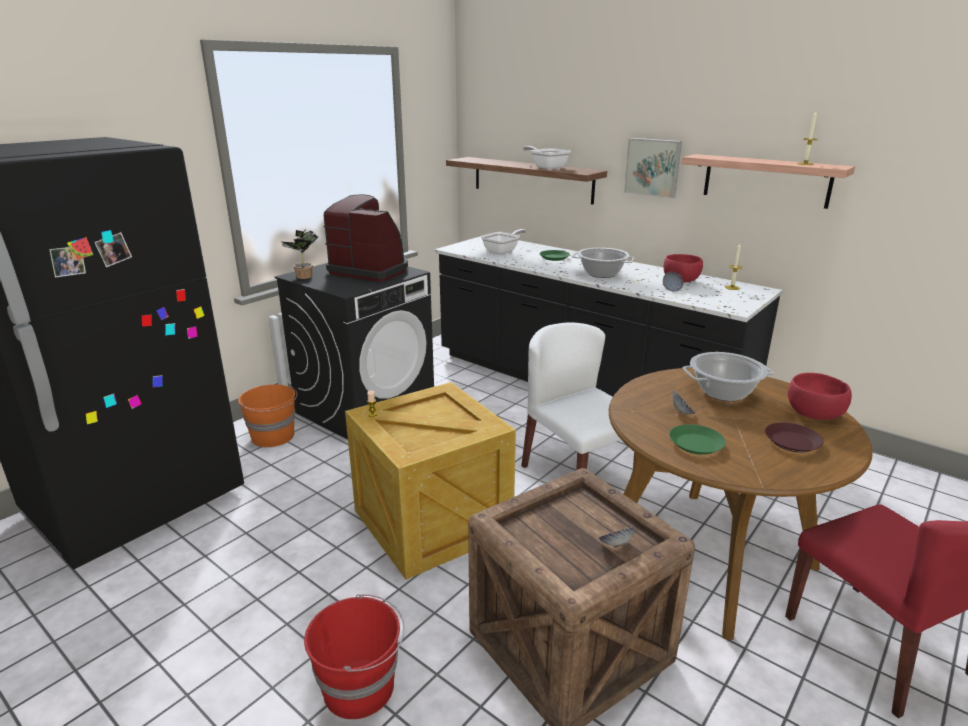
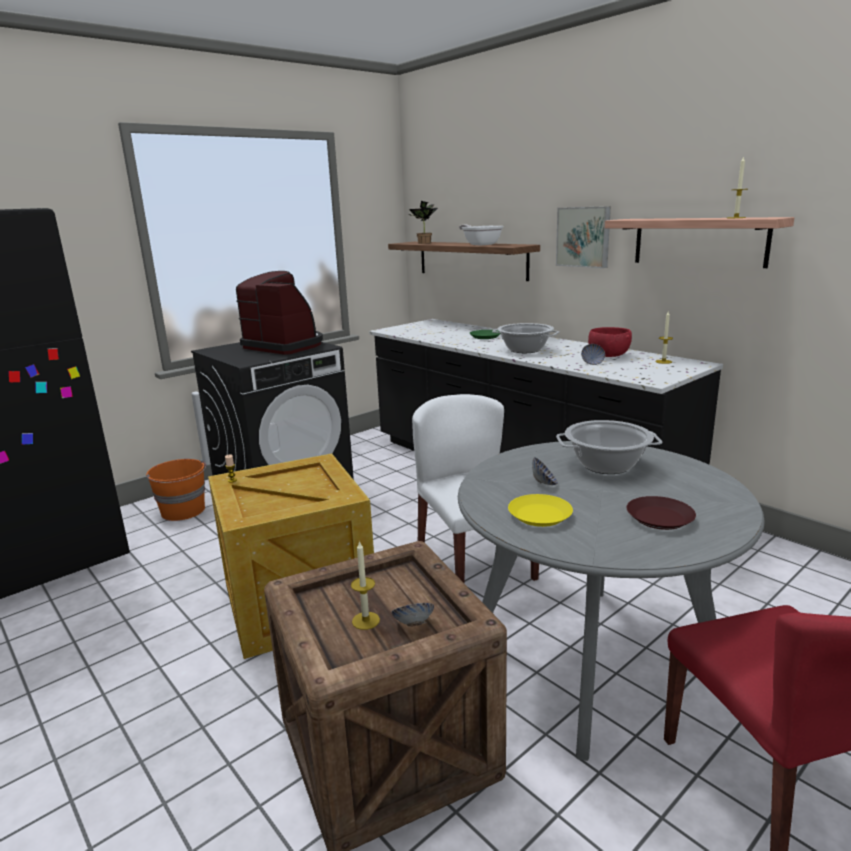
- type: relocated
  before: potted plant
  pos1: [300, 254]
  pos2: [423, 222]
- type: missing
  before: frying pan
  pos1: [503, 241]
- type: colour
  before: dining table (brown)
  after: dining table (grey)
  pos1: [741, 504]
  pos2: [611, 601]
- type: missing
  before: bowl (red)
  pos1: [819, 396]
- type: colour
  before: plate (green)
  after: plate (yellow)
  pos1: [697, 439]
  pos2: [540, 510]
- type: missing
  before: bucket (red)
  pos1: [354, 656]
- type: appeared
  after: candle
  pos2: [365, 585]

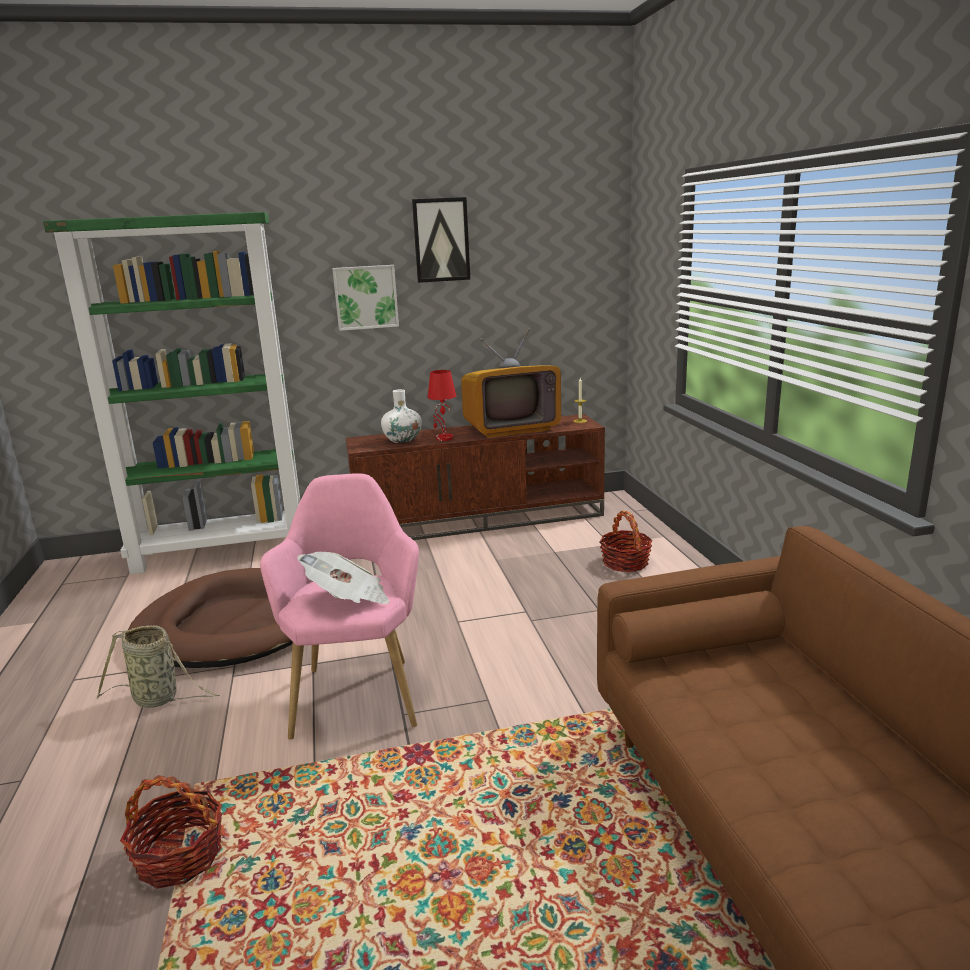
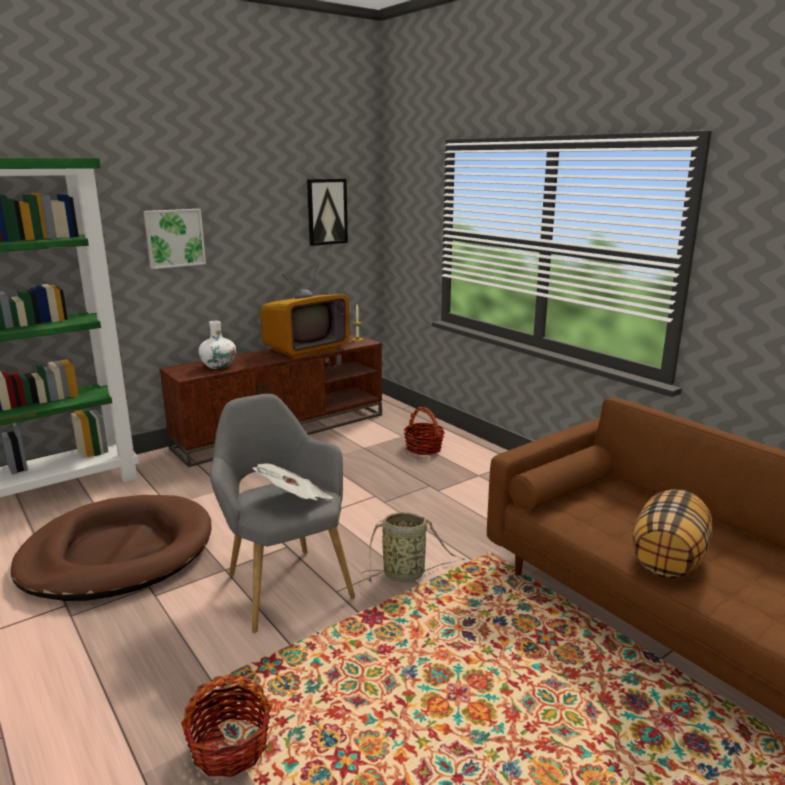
- type: relocated
  before: picture
  pos1: [441, 240]
  pos2: [327, 212]
- type: missing
  before: table lamp (red)
  pos1: [441, 405]
- type: colour
  before: armchair (pink)
  after: armchair (grey)
  pos1: [339, 606]
  pos2: [282, 513]
- type: relocated
  before: basket
  pos1: [158, 666]
  pos2: [413, 547]
- type: appeared
  after: pillow
  pos2: [672, 533]

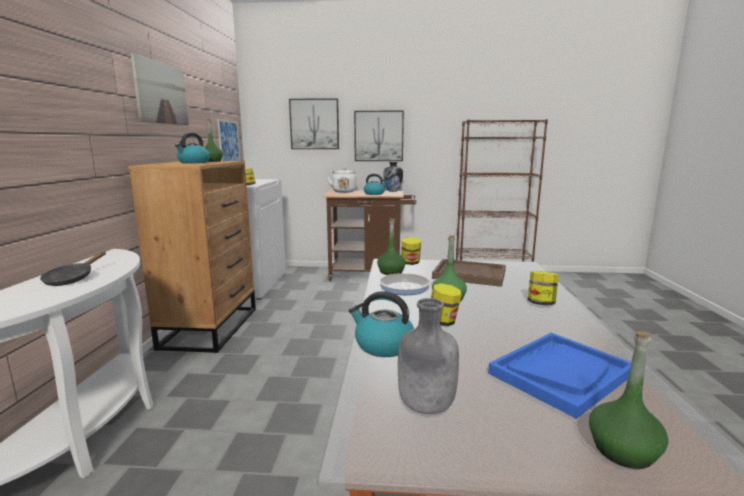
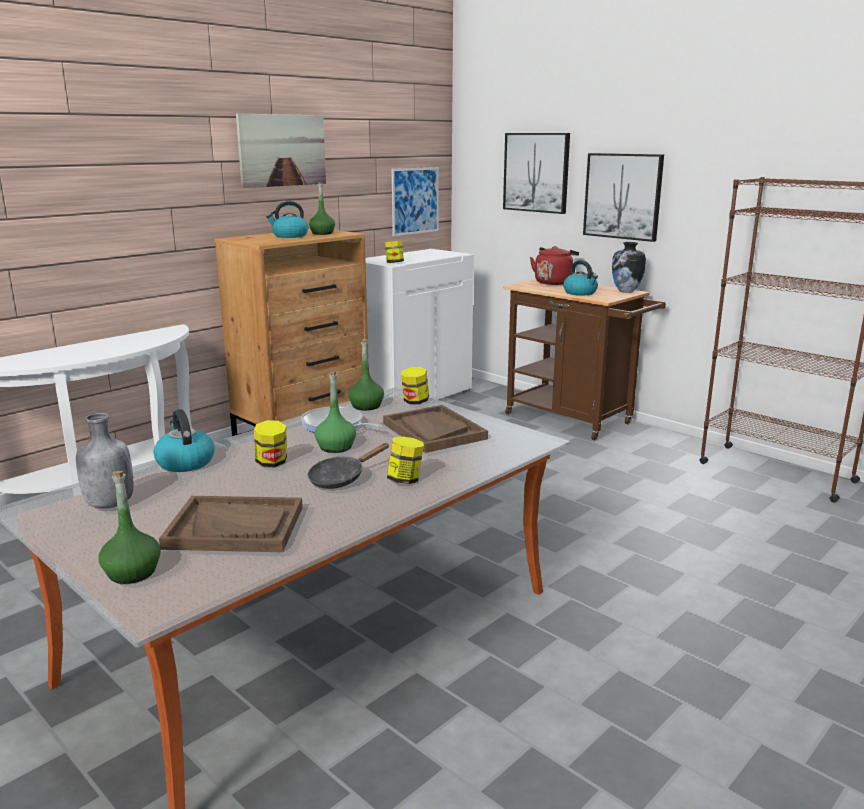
- type: colour
  before: kettle (white)
  after: kettle (red)
  pos1: [341, 180]
  pos2: [554, 265]
- type: relocated
  before: frying pan (black)
  pos1: [73, 268]
  pos2: [348, 466]
- type: colour
  before: tray (blue)
  after: tray (brown)
  pos1: [559, 376]
  pos2: [231, 524]

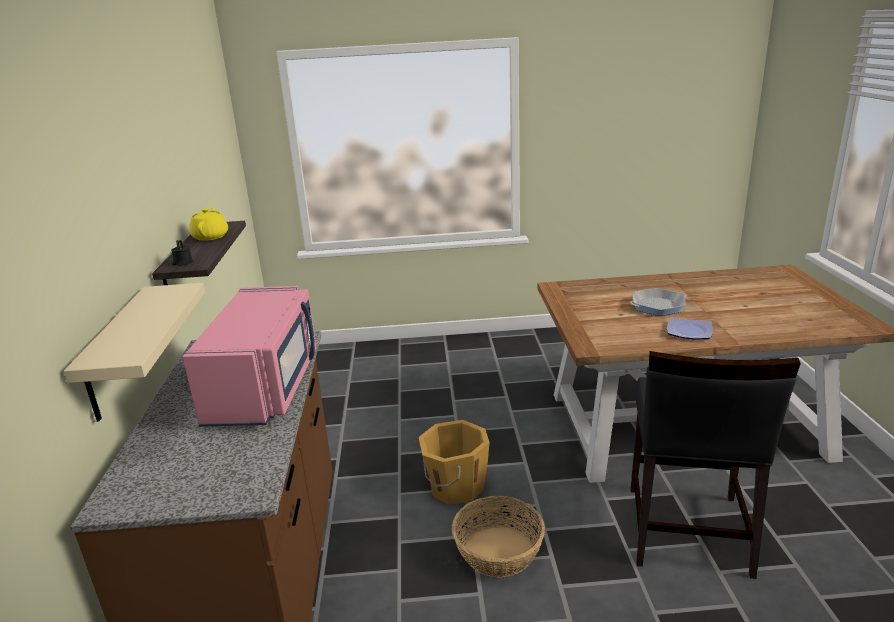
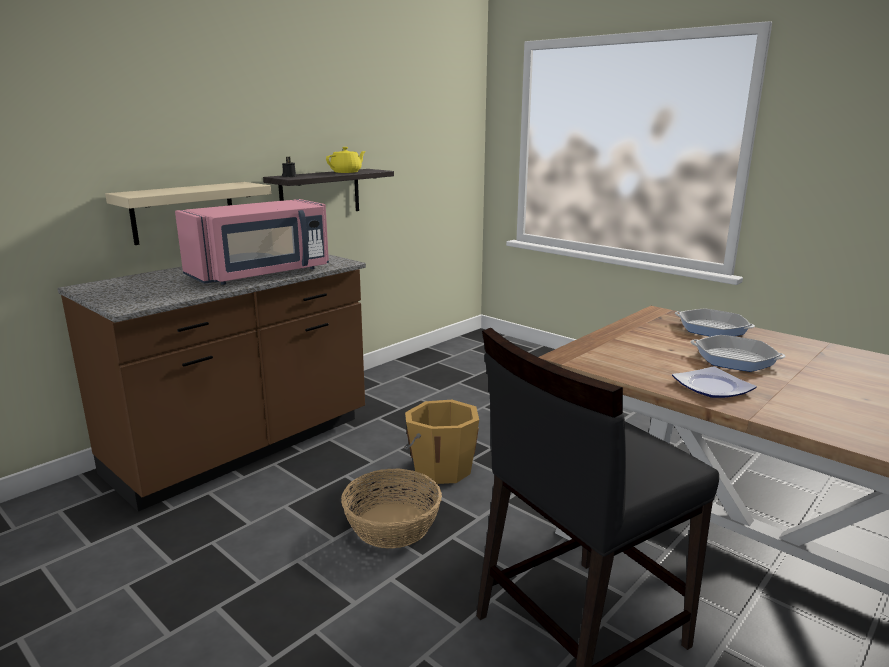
- type: appeared
  after: frying pan
  pos2: [715, 322]

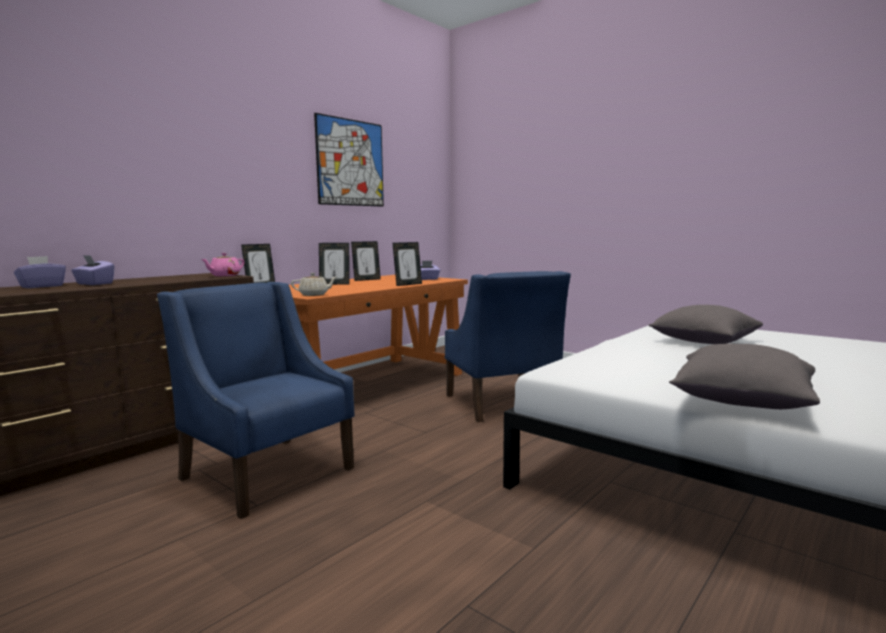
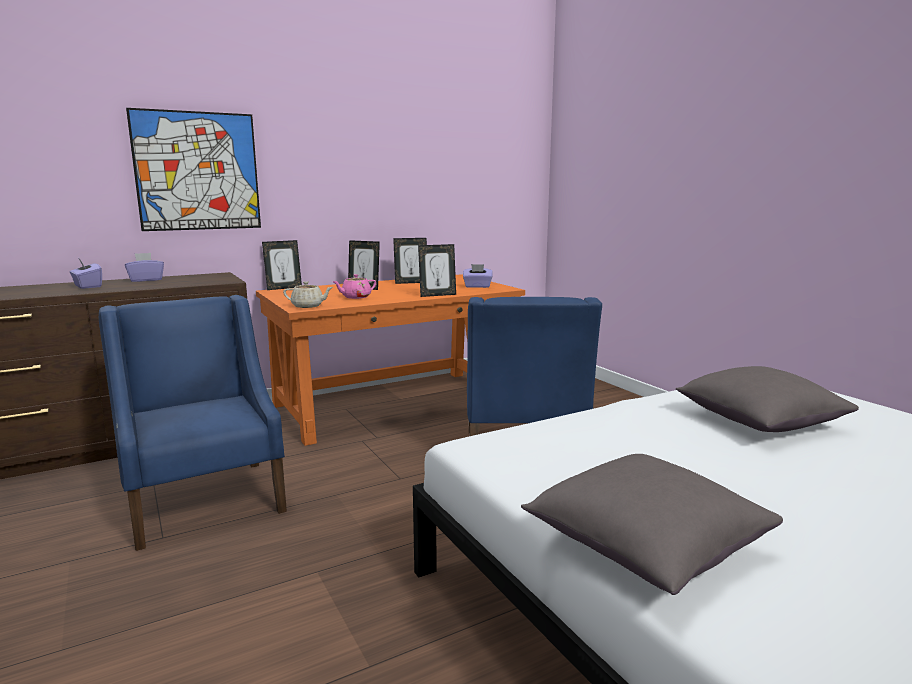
- type: relocated
  before: picture
  pos1: [349, 160]
  pos2: [193, 169]
- type: relocated
  before: teapot (pink)
  pos1: [223, 264]
  pos2: [354, 286]
- type: relocated
  before: tissue box (purple)
  pos1: [40, 272]
  pos2: [144, 267]

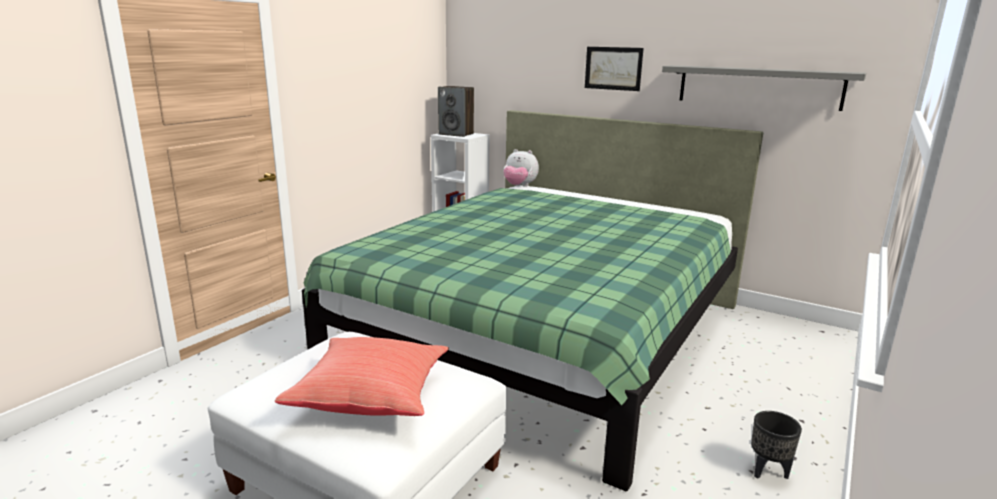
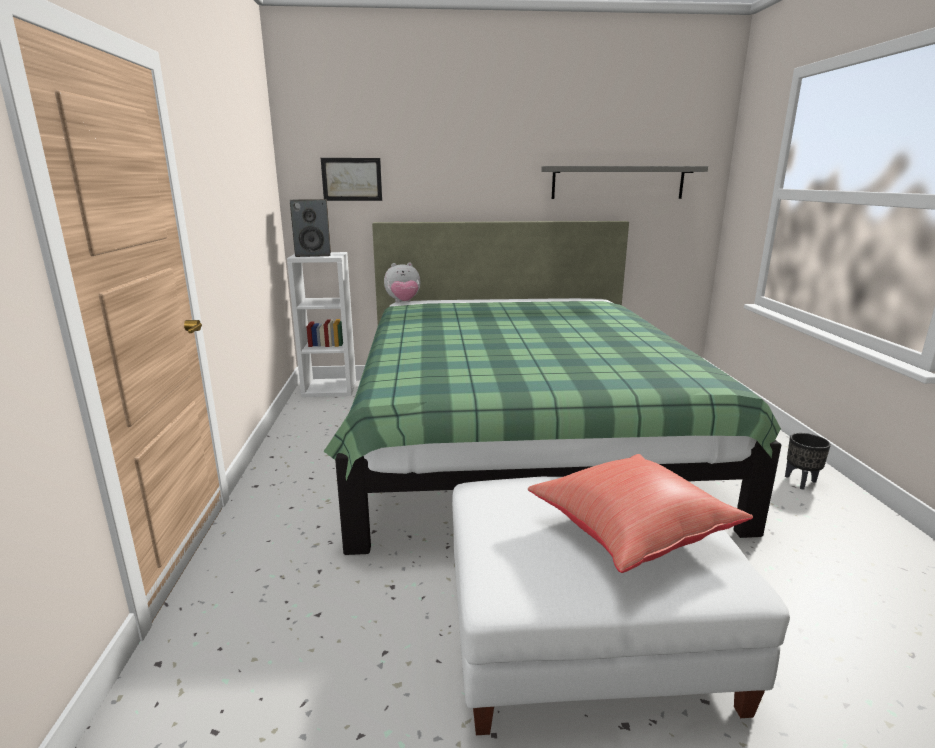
- type: relocated
  before: picture
  pos1: [614, 69]
  pos2: [351, 179]

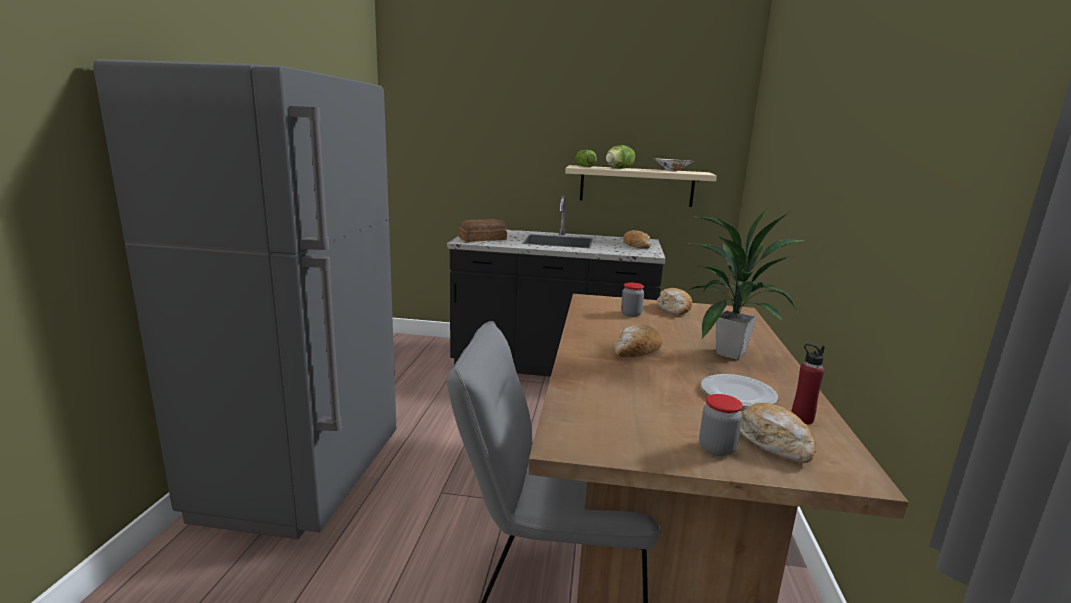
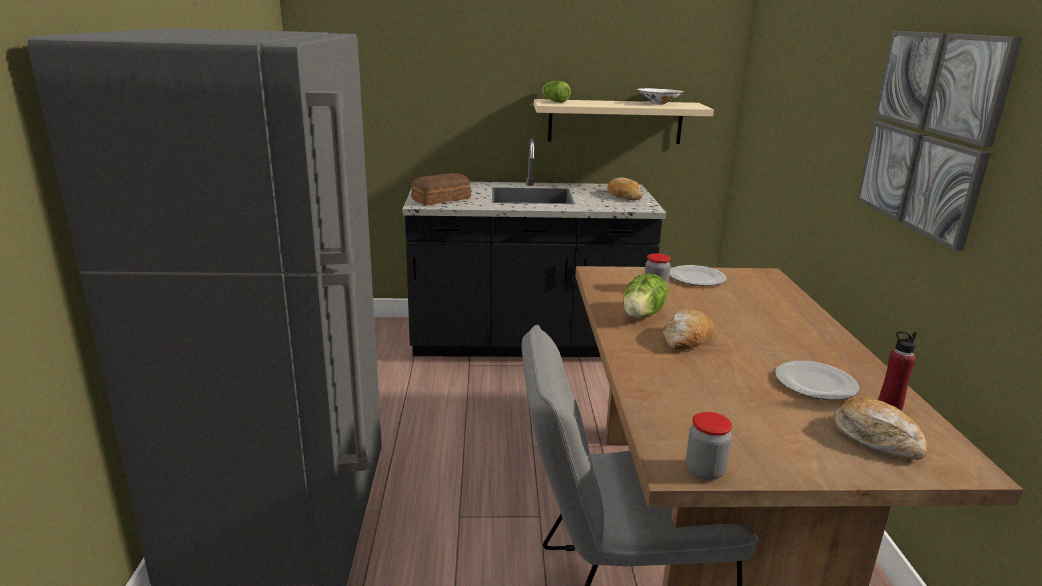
- type: relocated
  before: lettuce
  pos1: [620, 157]
  pos2: [645, 296]
- type: missing
  before: potted plant
  pos1: [746, 283]
- type: exchanged
  before: bread
  after: plate
  pos1: [674, 301]
  pos2: [698, 275]
- type: relocated
  before: jar
  pos1: [721, 425]
  pos2: [709, 446]
- type: appeared
  after: picture
  pos2: [940, 141]

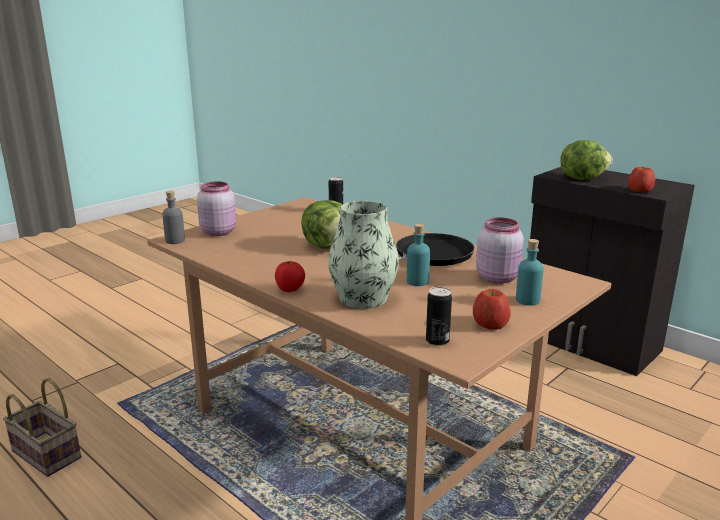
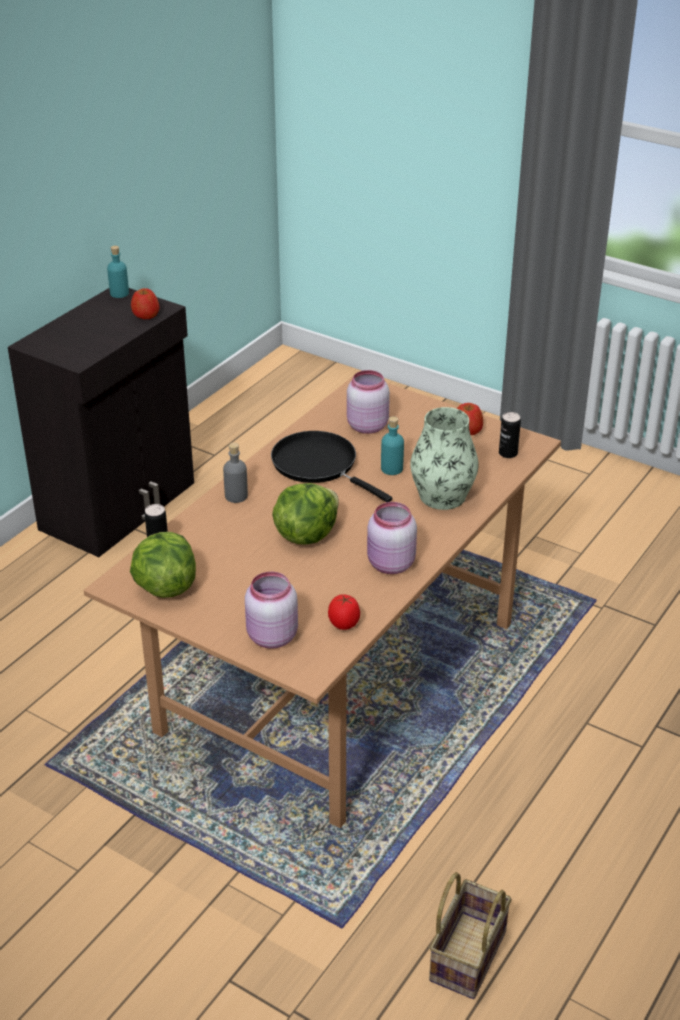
- type: relocated
  before: lettuce
  pos1: [586, 160]
  pos2: [163, 565]
- type: relocated
  before: bottle (grey)
  pos1: [173, 217]
  pos2: [235, 473]
- type: relocated
  before: bottle (turquoise)
  pos1: [530, 272]
  pos2: [118, 272]
- type: relocated
  before: tomato
  pos1: [290, 276]
  pos2: [344, 612]
- type: appeared
  after: jar (pink)
  pos2: [392, 538]

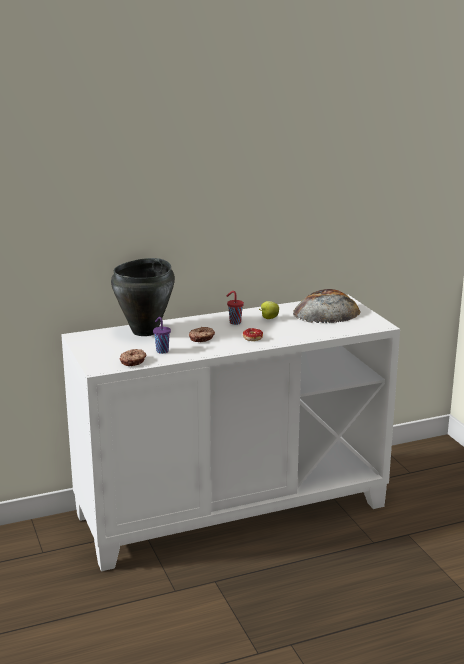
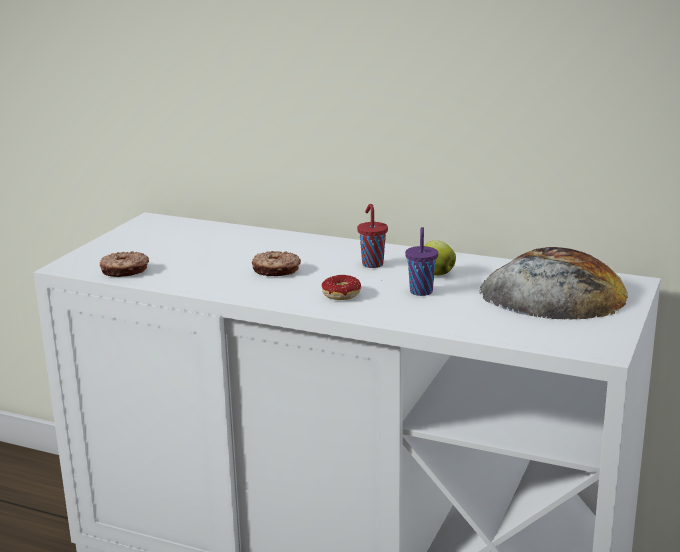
- type: missing
  before: cooking pot (black)
  pos1: [143, 297]
- type: relocated
  before: cup (purple)
  pos1: [162, 335]
  pos2: [421, 261]

